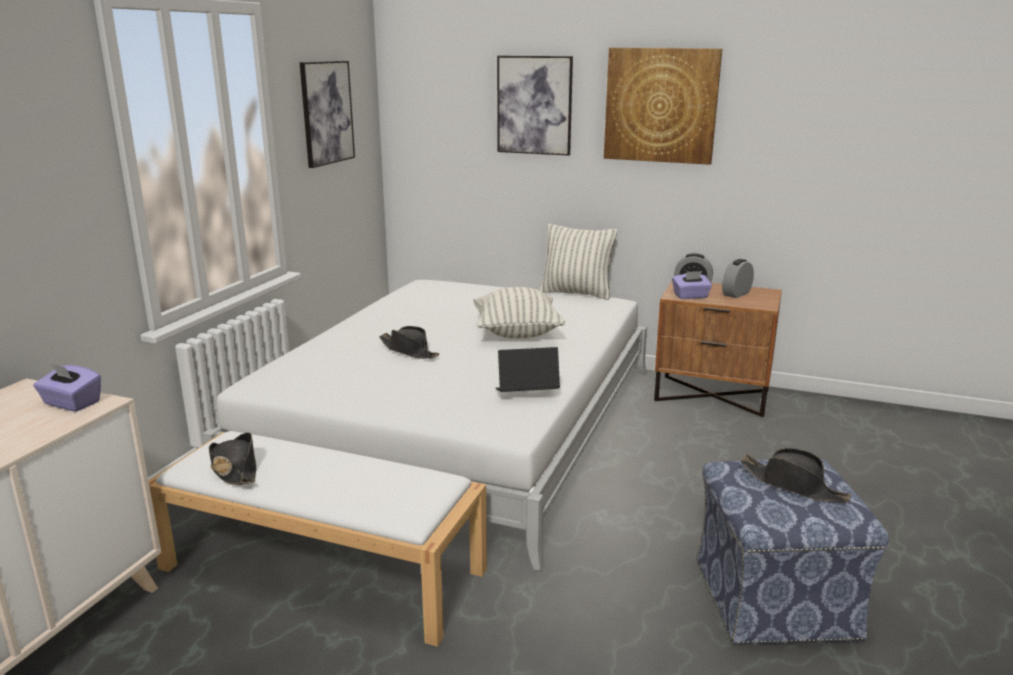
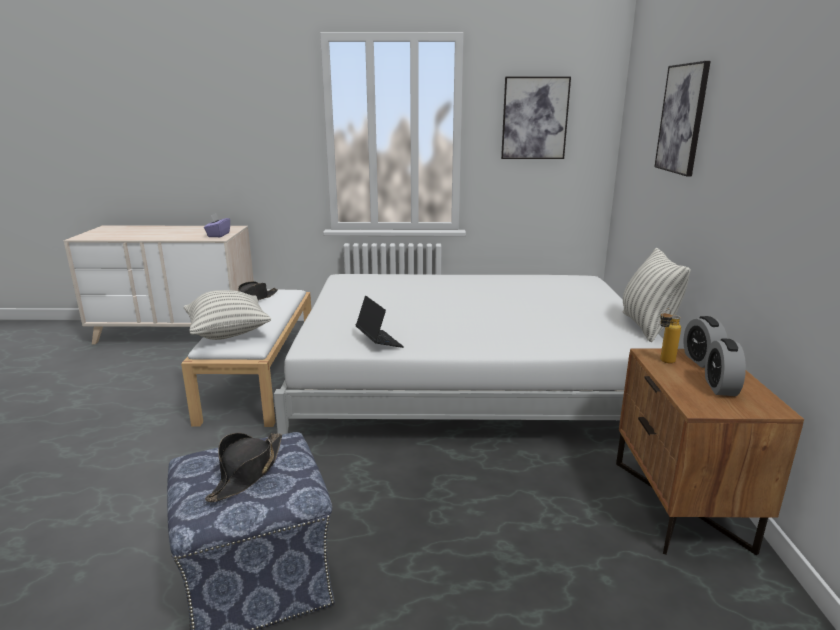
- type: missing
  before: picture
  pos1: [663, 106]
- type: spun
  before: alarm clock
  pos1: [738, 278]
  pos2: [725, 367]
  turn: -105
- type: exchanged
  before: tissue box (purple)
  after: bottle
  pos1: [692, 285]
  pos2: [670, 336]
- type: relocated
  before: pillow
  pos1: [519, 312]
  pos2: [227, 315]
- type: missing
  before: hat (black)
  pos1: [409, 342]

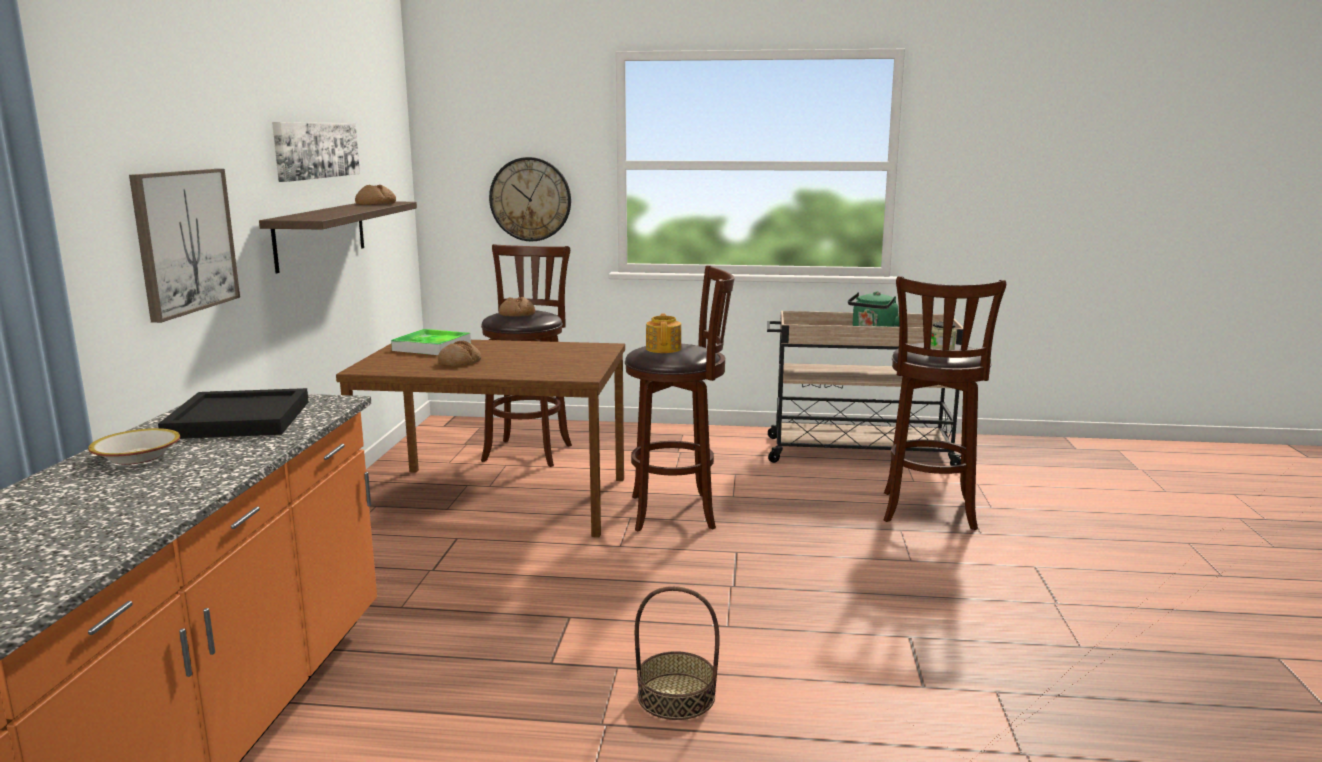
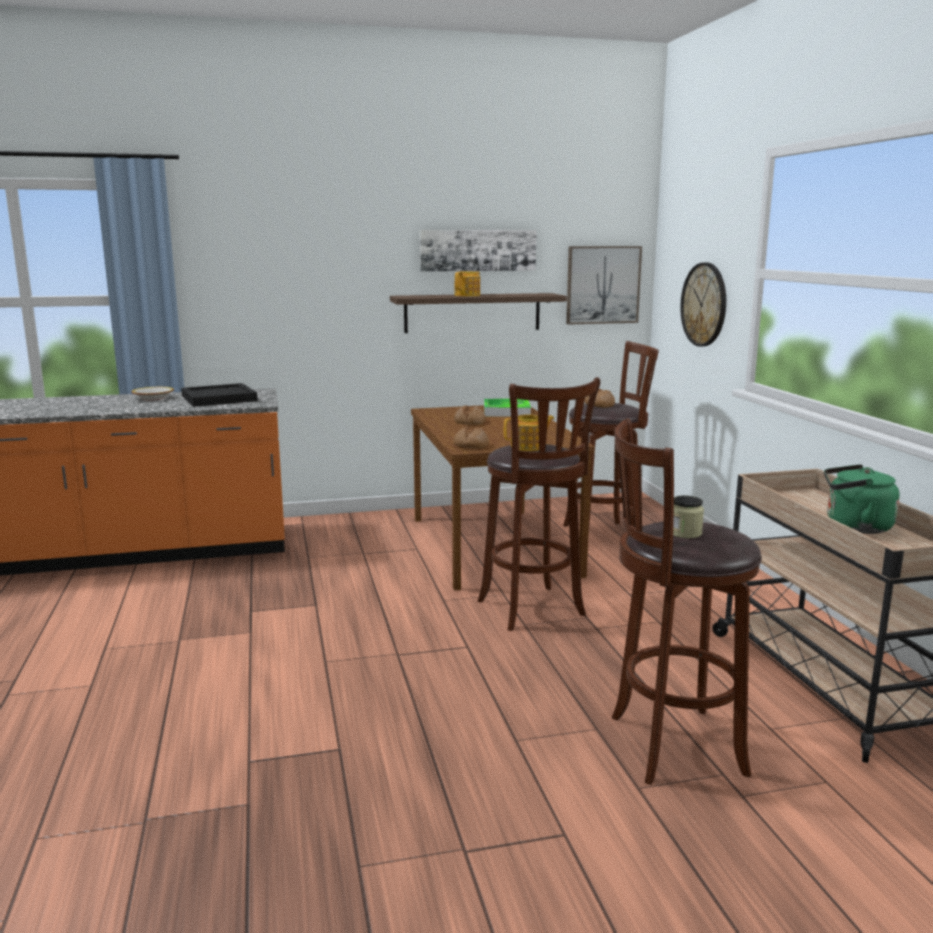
- type: relocated
  before: picture
  pos1: [184, 246]
  pos2: [604, 285]
- type: relocated
  before: bread
  pos1: [375, 195]
  pos2: [471, 437]
- type: missing
  before: basket
  pos1: [677, 653]
- type: appeared
  after: teapot
  pos2: [467, 283]

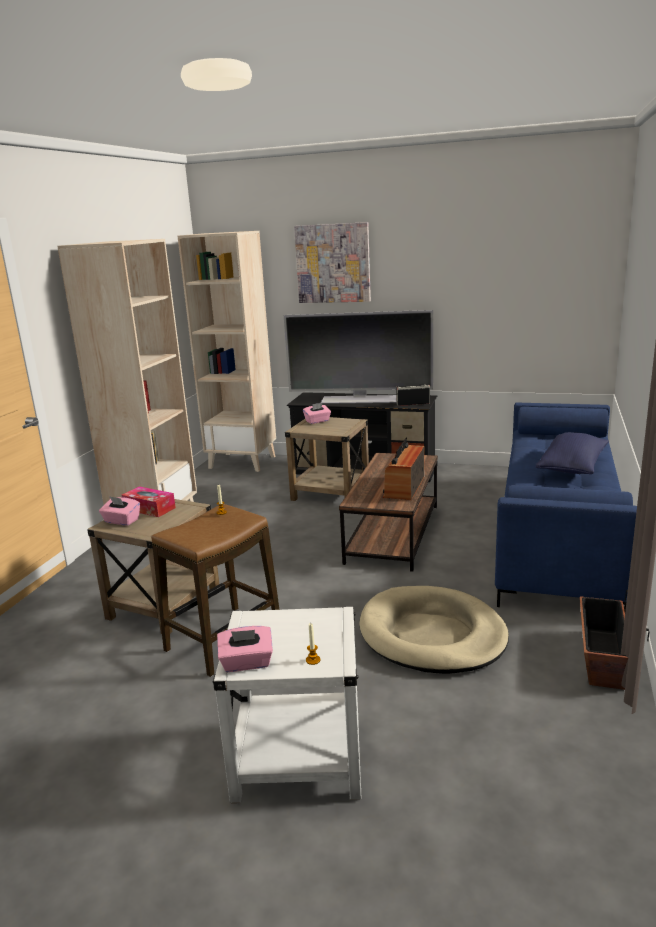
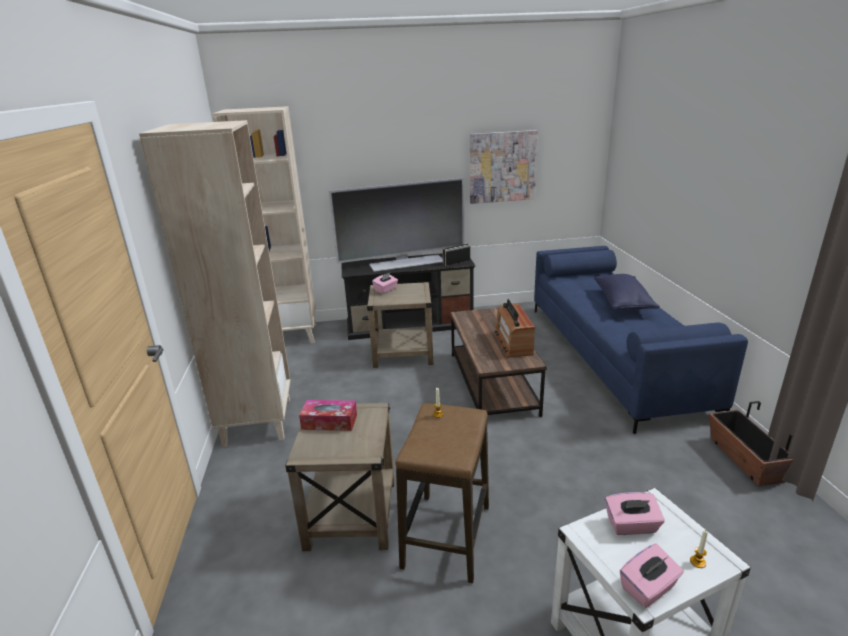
- type: relocated
  before: picture
  pos1: [332, 262]
  pos2: [504, 167]
- type: relocated
  before: tissue box (pink)
  pos1: [119, 511]
  pos2: [635, 513]
- type: missing
  before: dog bed (beige)
  pos1: [434, 630]

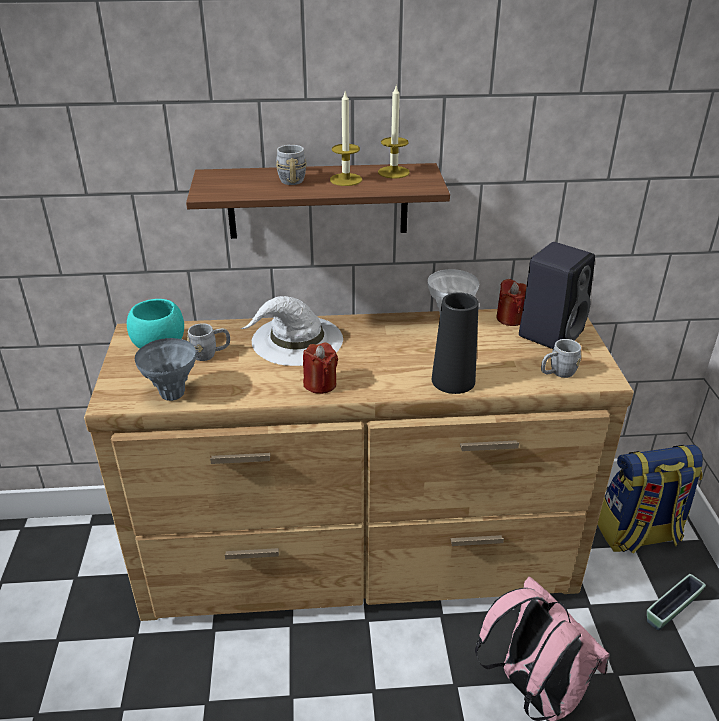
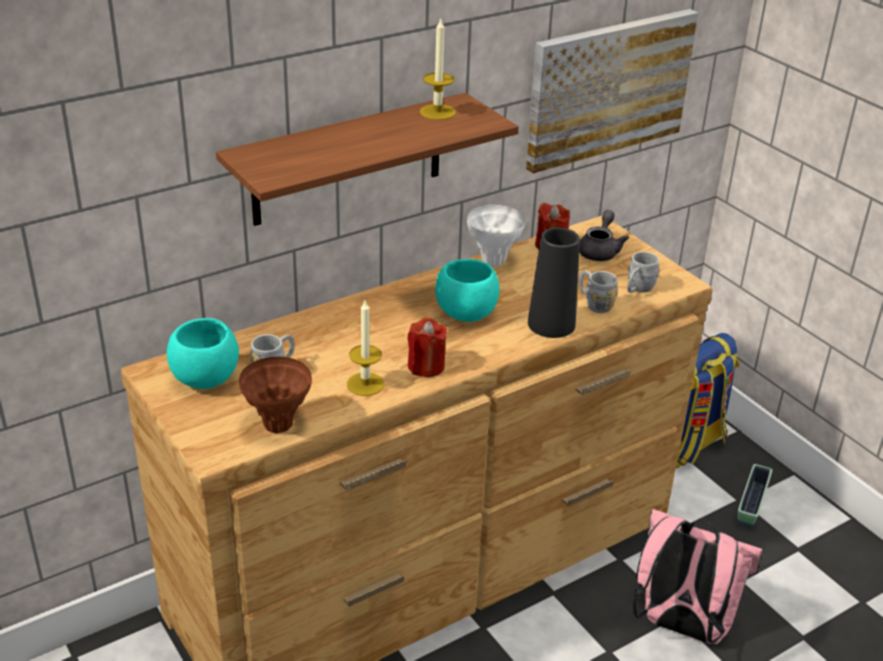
- type: relocated
  before: candle
  pos1: [346, 139]
  pos2: [366, 348]
- type: relocated
  before: mug (grey)
  pos1: [291, 165]
  pos2: [598, 291]
- type: exchanged
  before: speaker (black)
  after: teapot (grey)
  pos1: [557, 295]
  pos2: [604, 235]
- type: missing
  before: hat (white)
  pos1: [292, 331]
- type: colour
  before: vase (grey)
  after: vase (brown)
  pos1: [165, 369]
  pos2: [275, 395]
- type: appeared
  after: picture
  pos2: [612, 91]
- type: appeared
  after: bowl (turquoise)
  pos2: [467, 290]

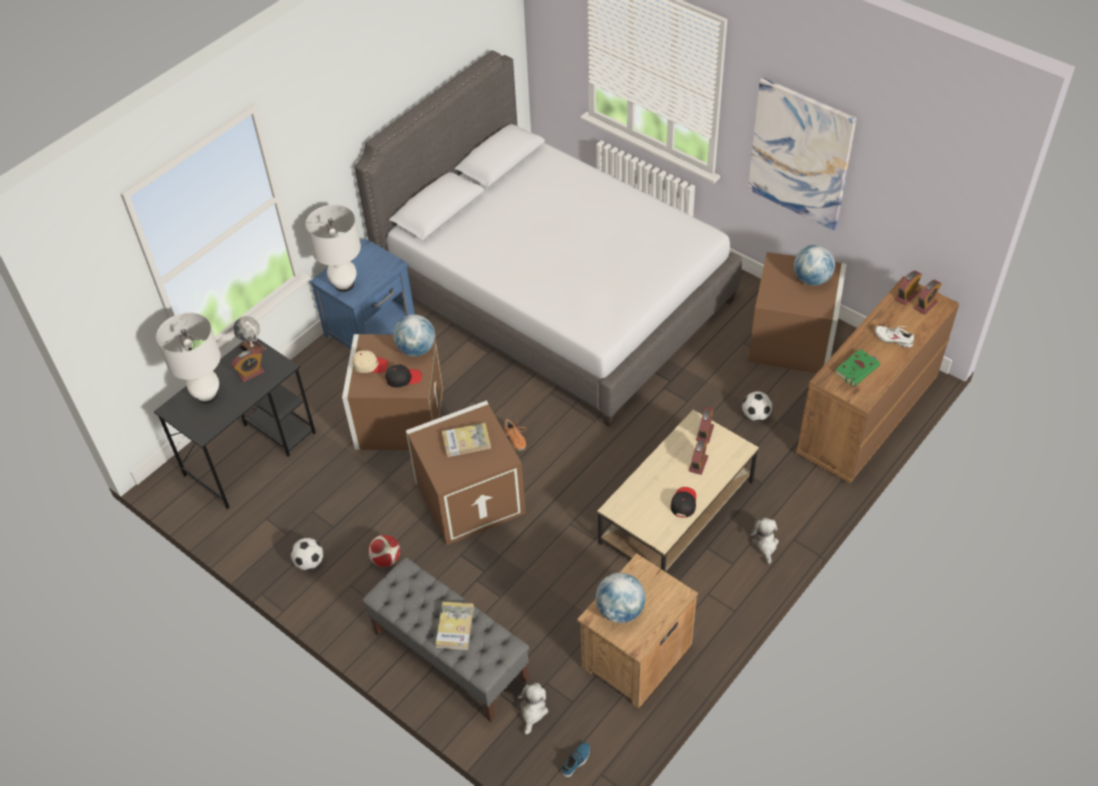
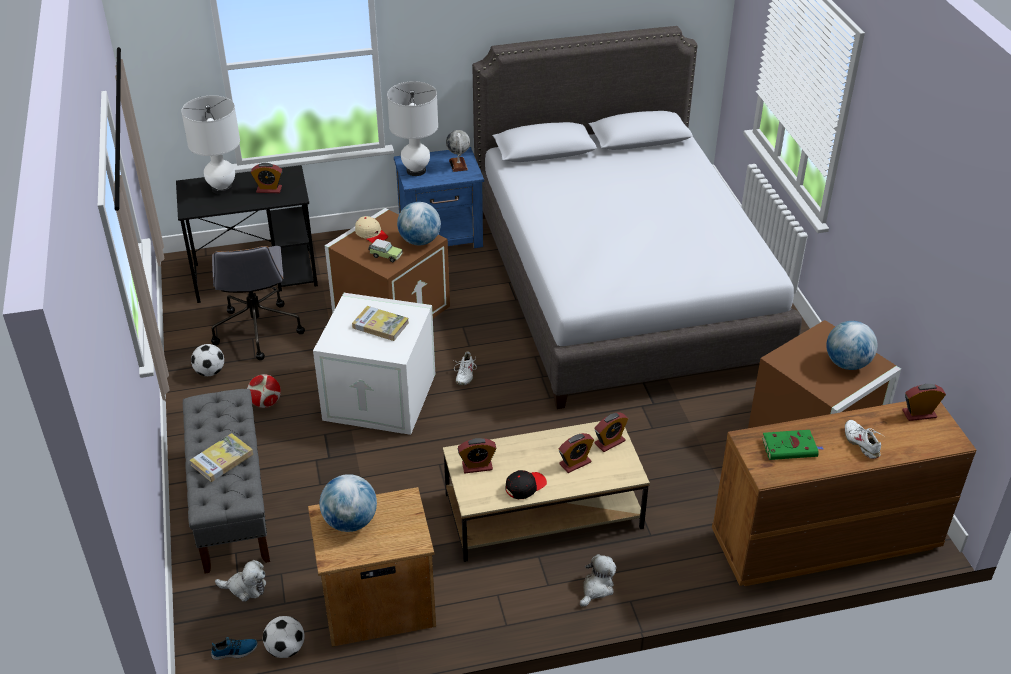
- type: missing
  before: picture
  pos1: [802, 154]
- type: relocated
  before: alarm clock
  pos1: [928, 297]
  pos2: [477, 455]
- type: relocated
  before: globe
  pos1: [249, 334]
  pos2: [458, 151]
- type: exchanged
  before: cap (black)
  after: toy car
  pos1: [403, 376]
  pos2: [385, 250]
- type: relocated
  before: football
  pos1: [757, 406]
  pos2: [283, 637]
- type: colour
  before: storage box (brown)
  after: storage box (white)
  pos1: [466, 472]
  pos2: [374, 364]
- type: colour
  before: shoe (orange)
  after: shoe (white)
  pos1: [515, 435]
  pos2: [465, 368]
- type: spun
  before: plush toy
  pos1: [532, 709]
  pos2: [240, 581]
  turn: 45
- type: appeared
  after: office chair (grey)
  pos2: [258, 303]

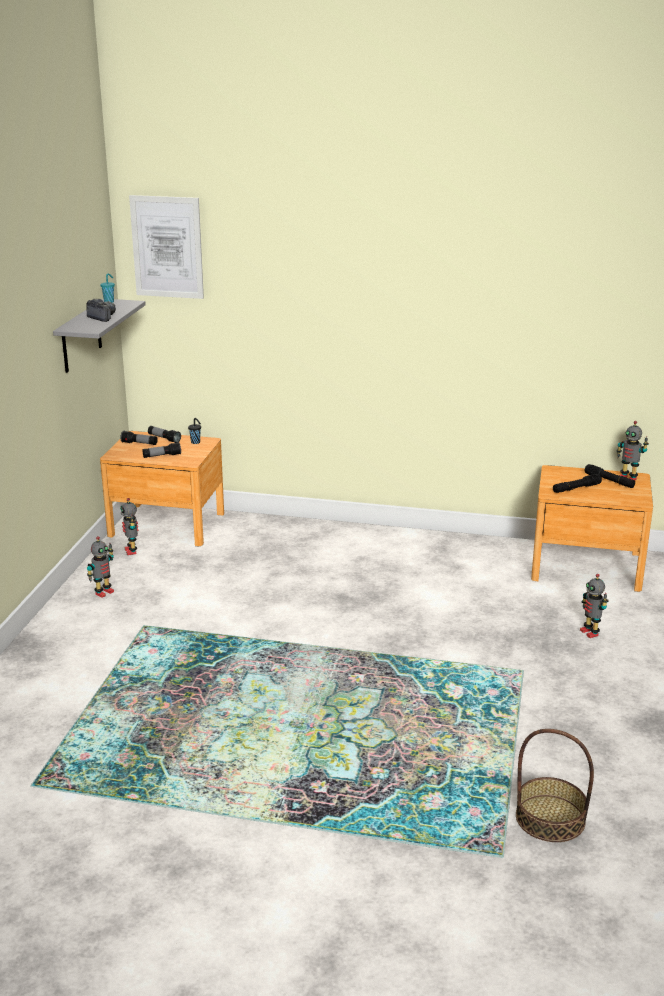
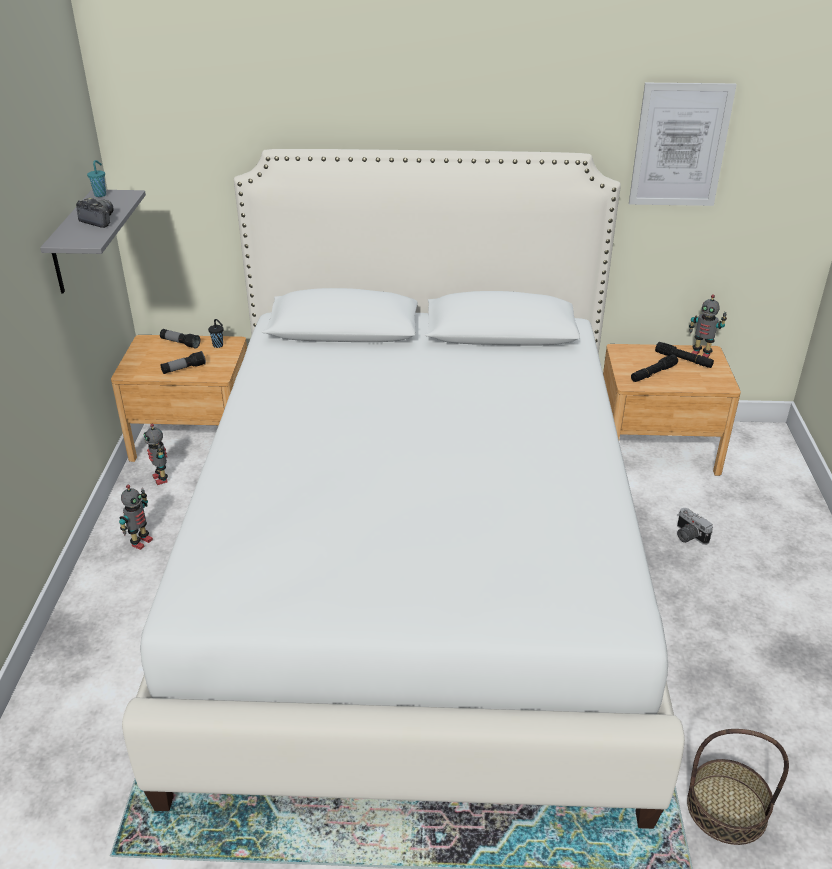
- type: relocated
  before: picture
  pos1: [166, 247]
  pos2: [683, 144]
- type: missing
  before: flashlight
  pos1: [139, 438]
- type: exchanged
  before: toy robot
  after: photo camera
  pos1: [594, 606]
  pos2: [695, 526]
- type: appeared
  after: bed (white)
  pos2: [403, 489]

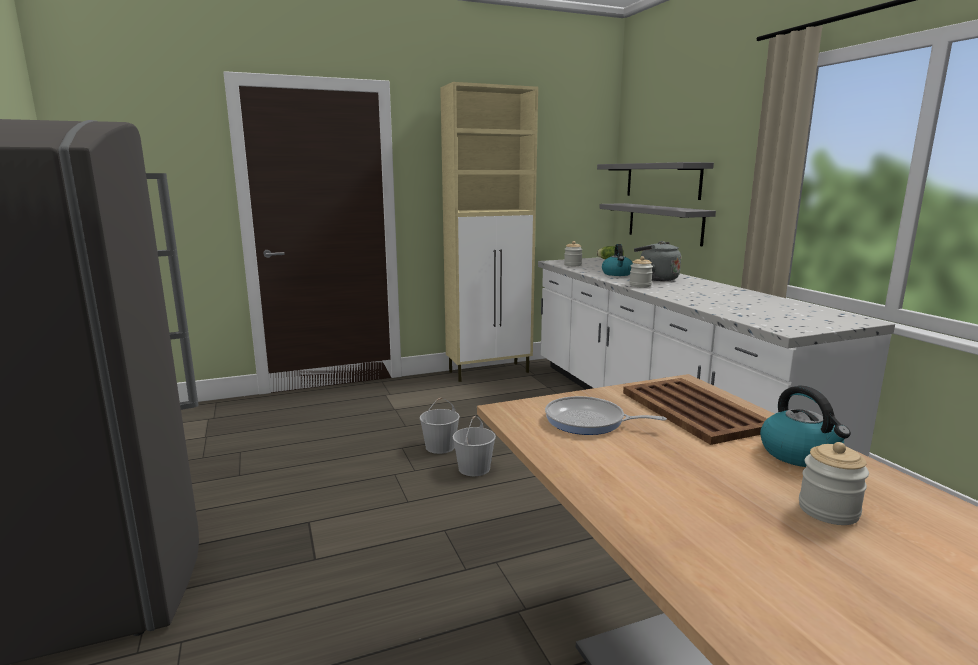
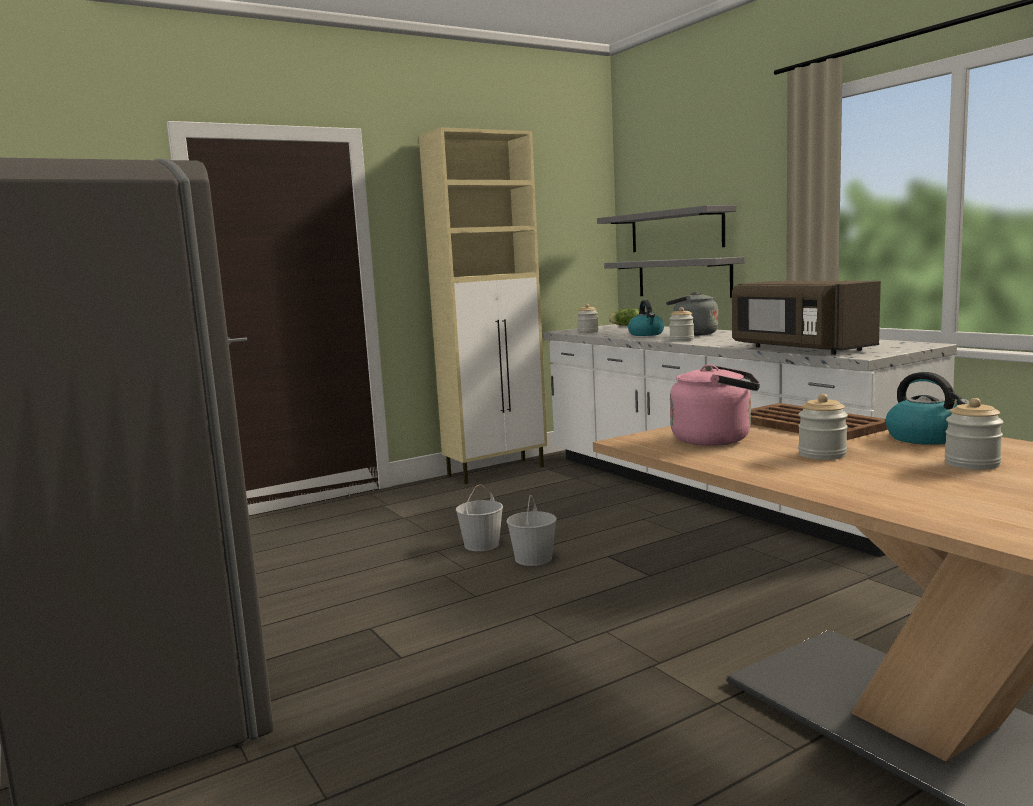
- type: exchanged
  before: frying pan
  after: kettle (pink)
  pos1: [606, 415]
  pos2: [715, 405]
- type: appeared
  after: microwave (brown)
  pos2: [806, 318]
- type: appeared
  after: jar
  pos2: [823, 427]

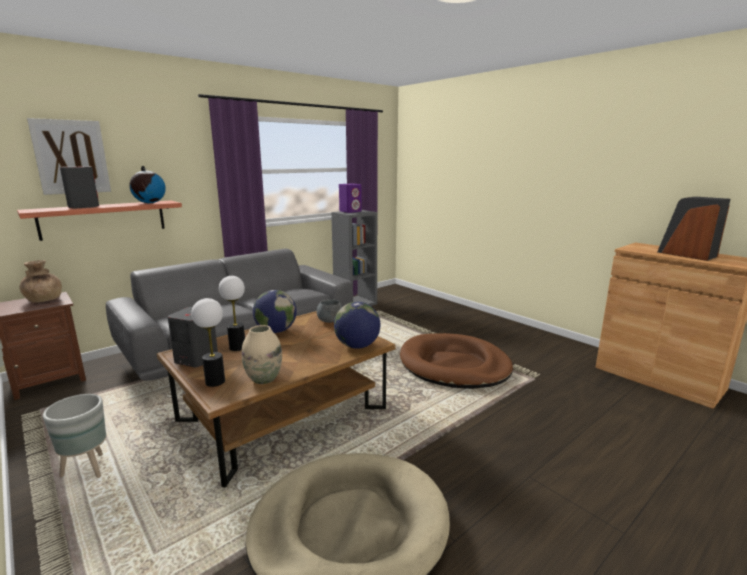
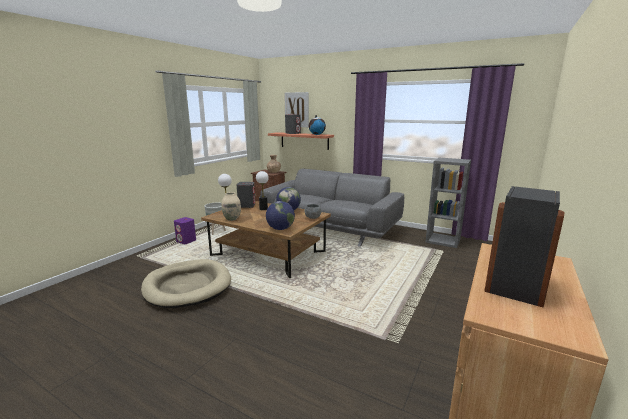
- type: relocated
  before: speaker (purple)
  pos1: [350, 198]
  pos2: [185, 230]
- type: missing
  before: dog bed (brown)
  pos1: [456, 361]

